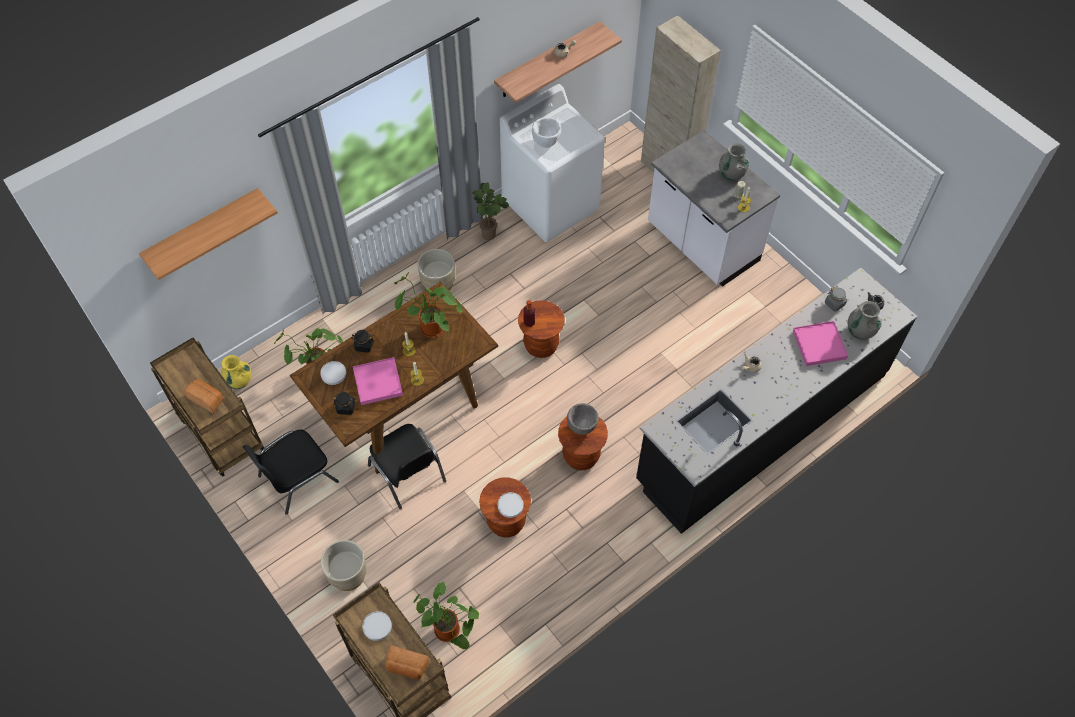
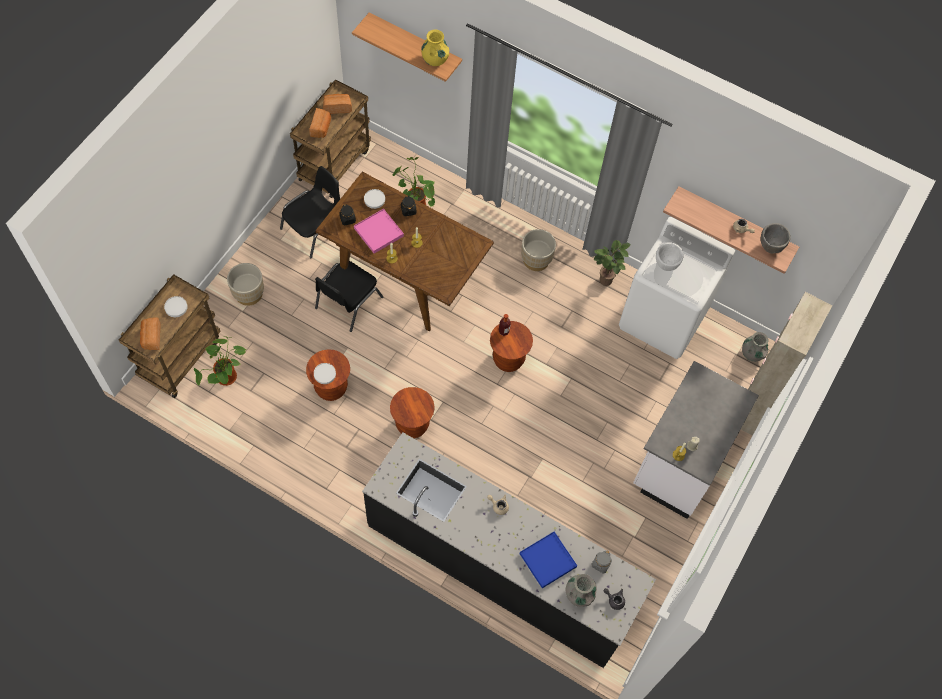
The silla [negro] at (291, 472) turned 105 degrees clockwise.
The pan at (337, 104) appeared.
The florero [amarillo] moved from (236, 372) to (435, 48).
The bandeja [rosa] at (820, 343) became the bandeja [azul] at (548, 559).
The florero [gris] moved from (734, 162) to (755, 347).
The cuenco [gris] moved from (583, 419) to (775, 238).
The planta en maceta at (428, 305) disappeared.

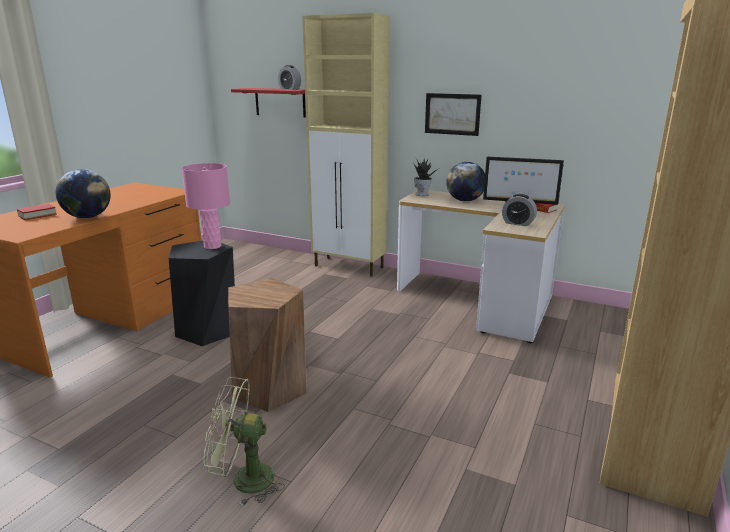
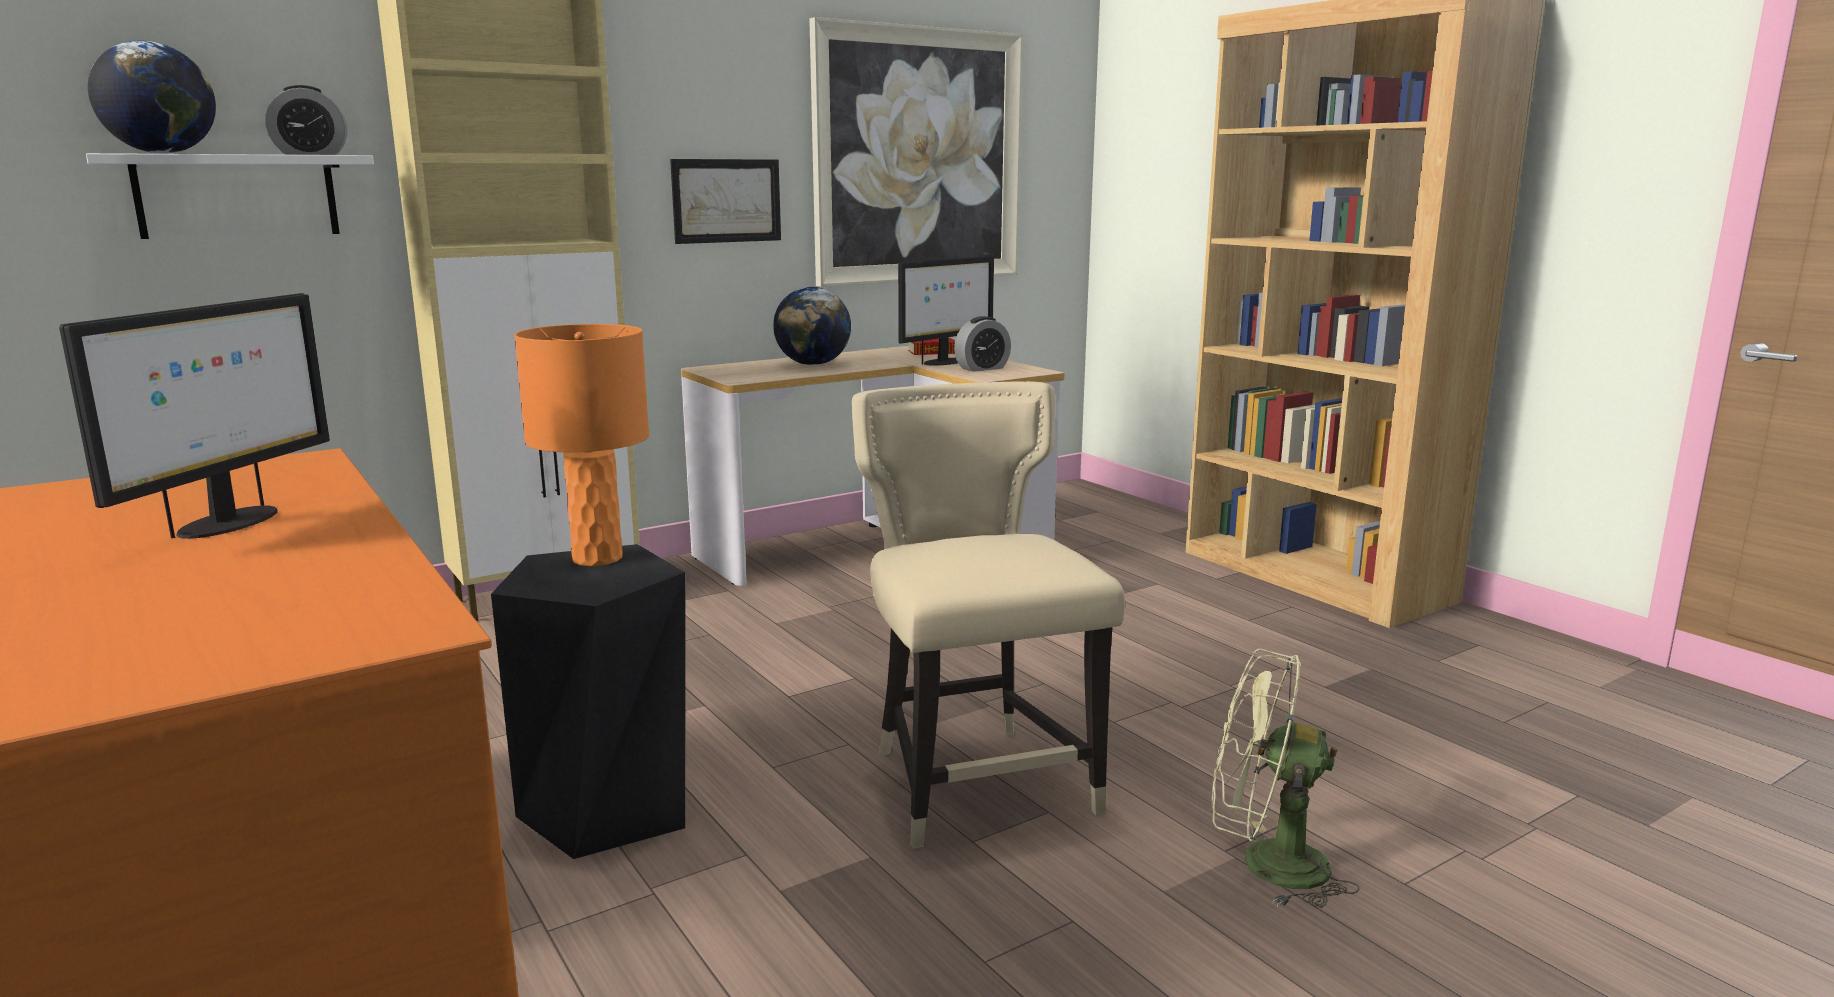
The monitor at (194, 416) appeared.
The estante [rojo] at (268, 103) became the estante [blanco] at (230, 196).
The globo terráqueo moved from (83, 193) to (152, 97).
The lámpara de mesa [rosa] at (206, 206) became the lámpara de mesa [naranja] at (581, 445).
The cuadro at (916, 152) appeared.
The taburete [marrón] at (267, 345) was replaced by the silla [beis] at (988, 615).
The ventilador [verde] at (244, 441) turned 75 degrees clockwise.
The libro at (37, 212) disappeared.
The planta en maceta at (425, 176) disappeared.

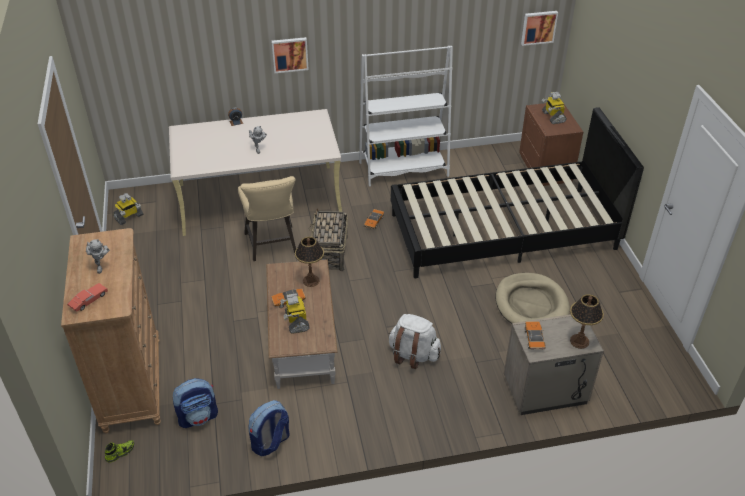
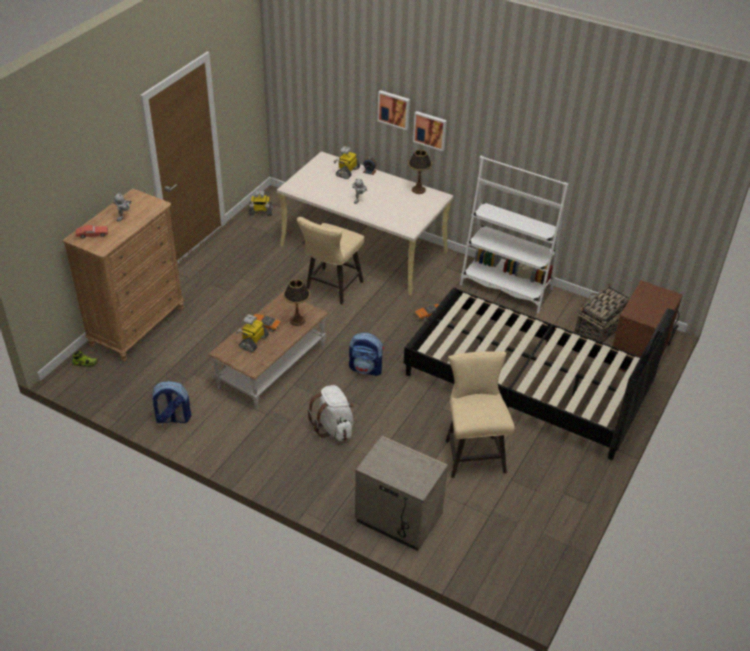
The robot de juguete moved from (554, 108) to (347, 162).
The mochila moved from (195, 403) to (366, 354).
The cuadro moved from (539, 28) to (393, 110).
The lámpara de mesa moved from (587, 321) to (420, 172).
The cama para perro [beis] at (532, 298) was replaced by the taburete [beis] at (480, 414).
The cesta moved from (328, 240) to (602, 313).
The coche de juguete at (535, 335) disappeared.

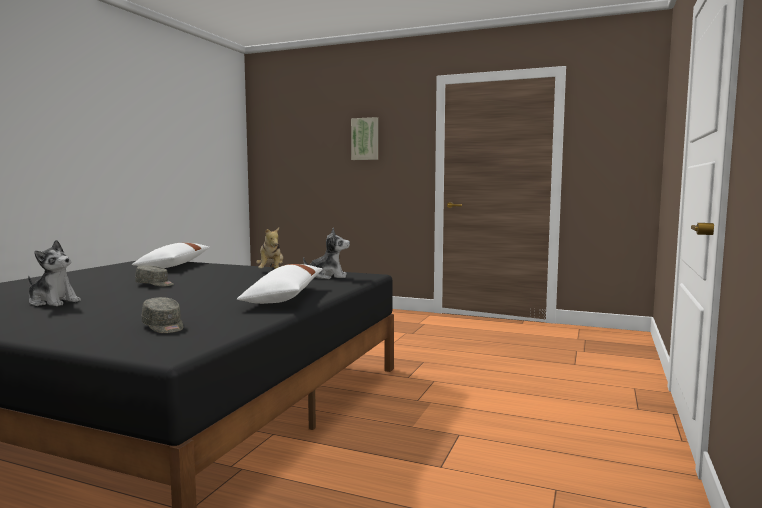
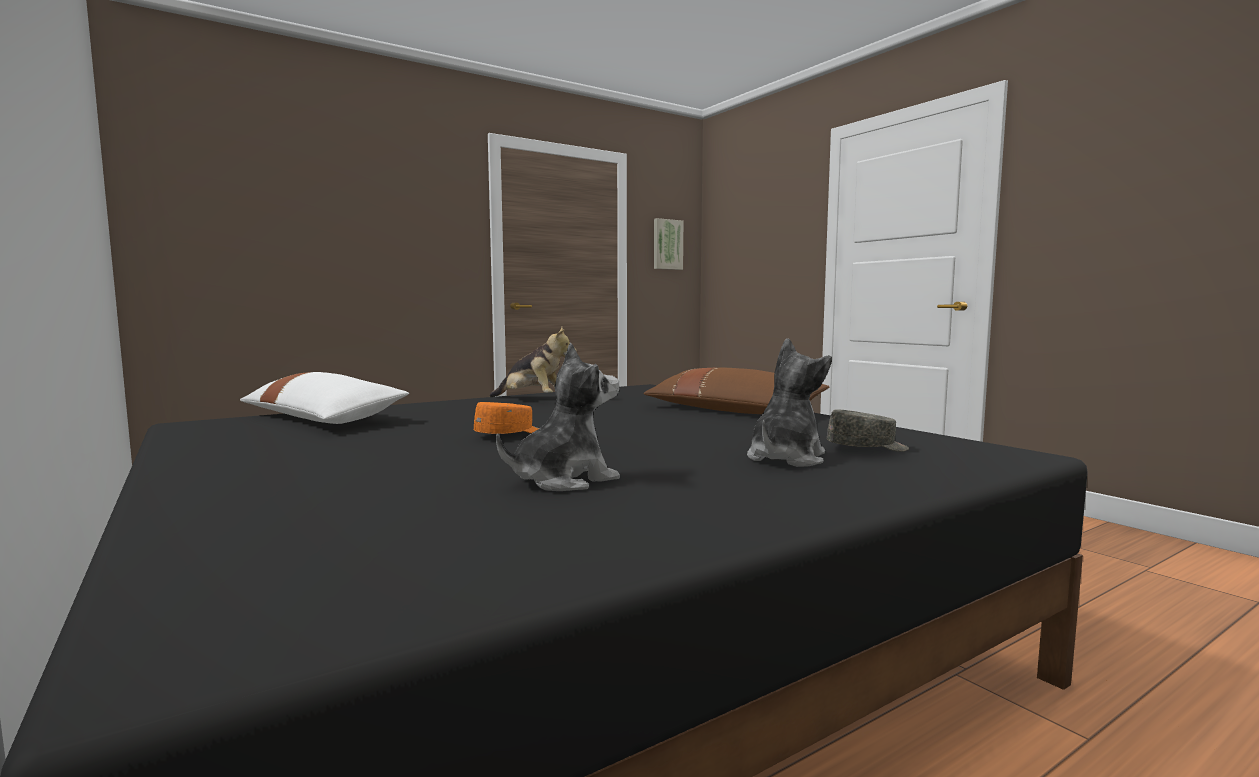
The gorra [gris] at (154, 276) became the gorra [naranja] at (506, 418).
The cojín [blanco] at (280, 284) became the cojín [marrón] at (736, 390).
The cuadro moved from (364, 138) to (668, 244).
The peluche moved from (326, 253) to (789, 402).

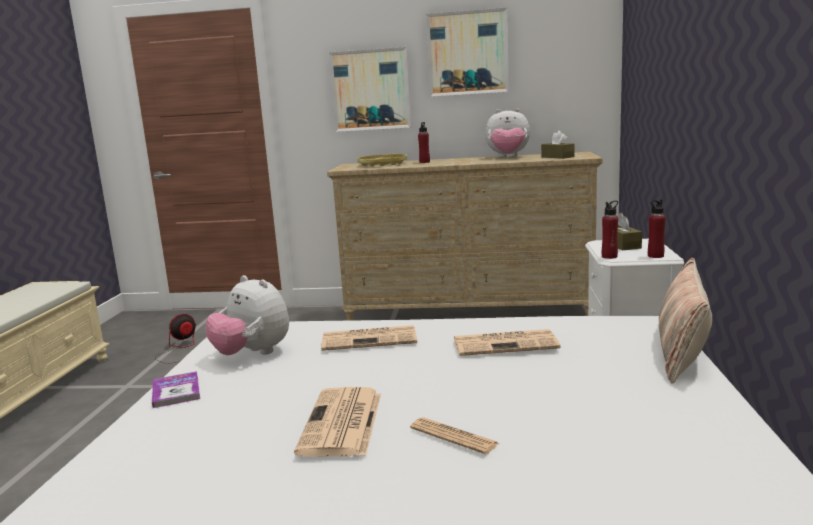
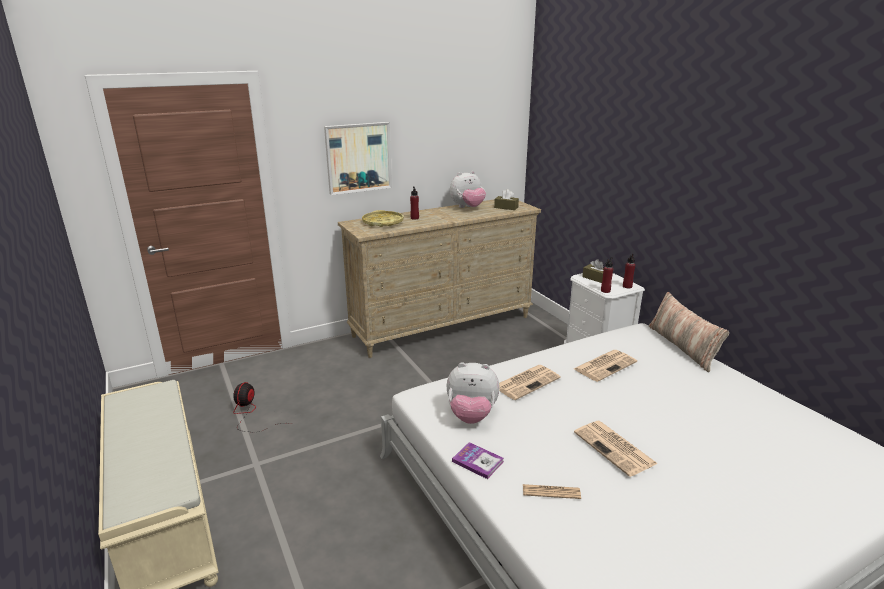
The periódico moved from (454, 435) to (552, 491).
The cuadro at (467, 52) disappeared.

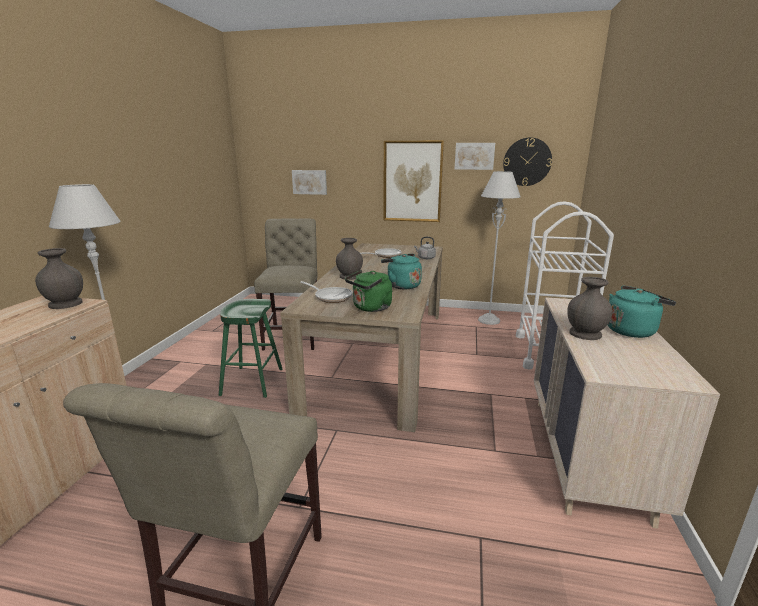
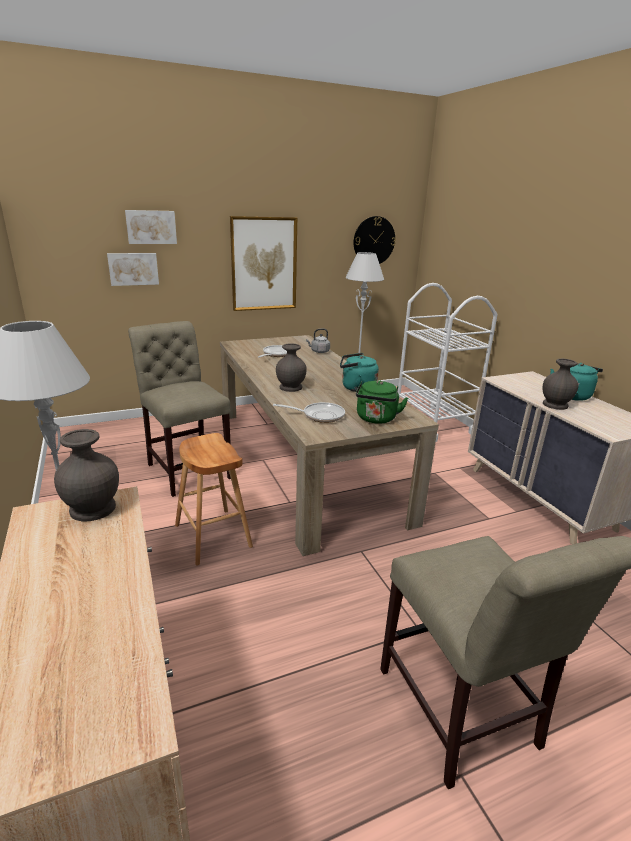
The cuadro moved from (475, 156) to (151, 227).
The taburete [verde] at (250, 348) became the taburete [marrón] at (214, 499).

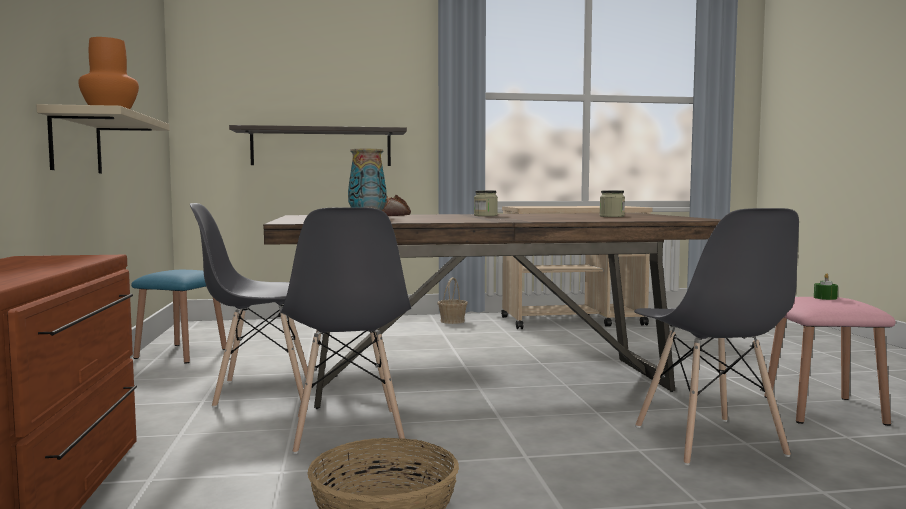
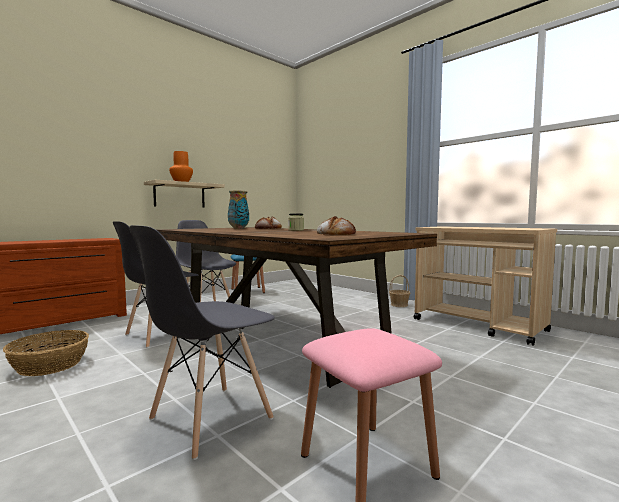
The tarro at (612, 203) was replaced by the pan at (336, 225).
The estante at (318, 145) disappeared.
The vela [verde] at (826, 286) disappeared.

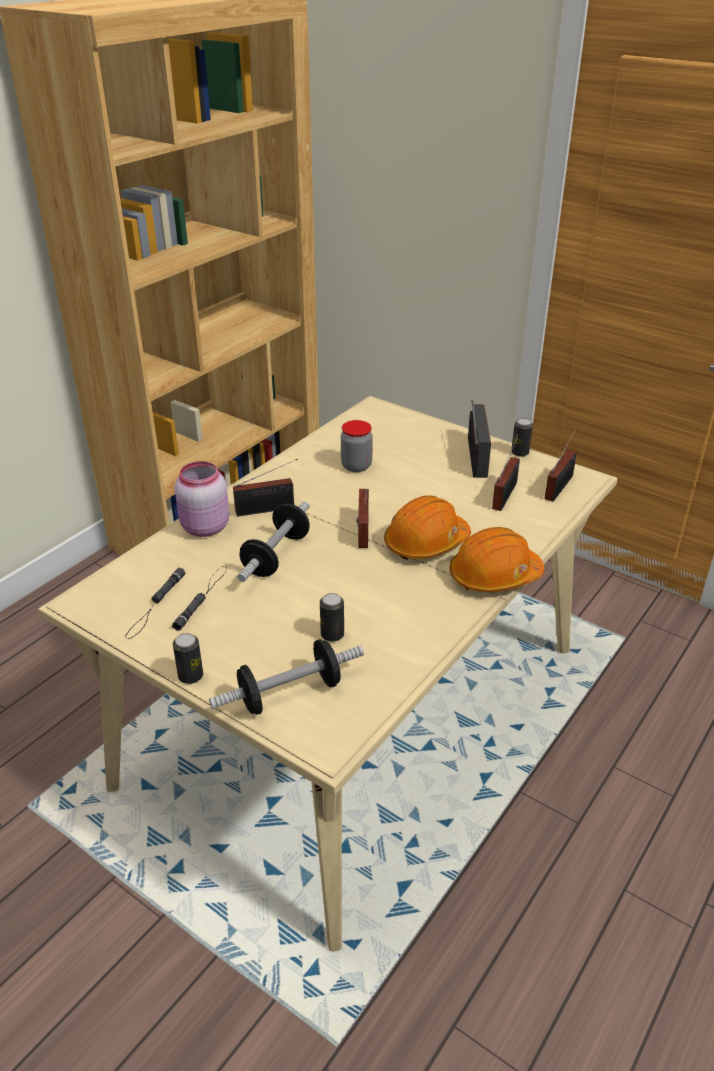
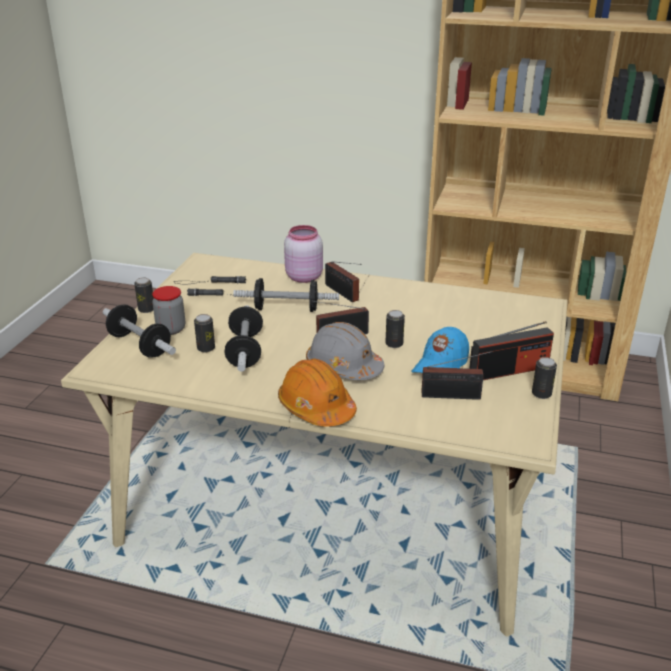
The tarro moved from (357, 446) to (168, 310).
The mancuerna at (243, 338) appeared.
The casco [naranja] at (427, 527) became the casco [gris] at (345, 351).
The lata at (395, 329) appeared.
The gorra [azul] at (440, 350) appeared.
The radio at (561, 465) disappeared.

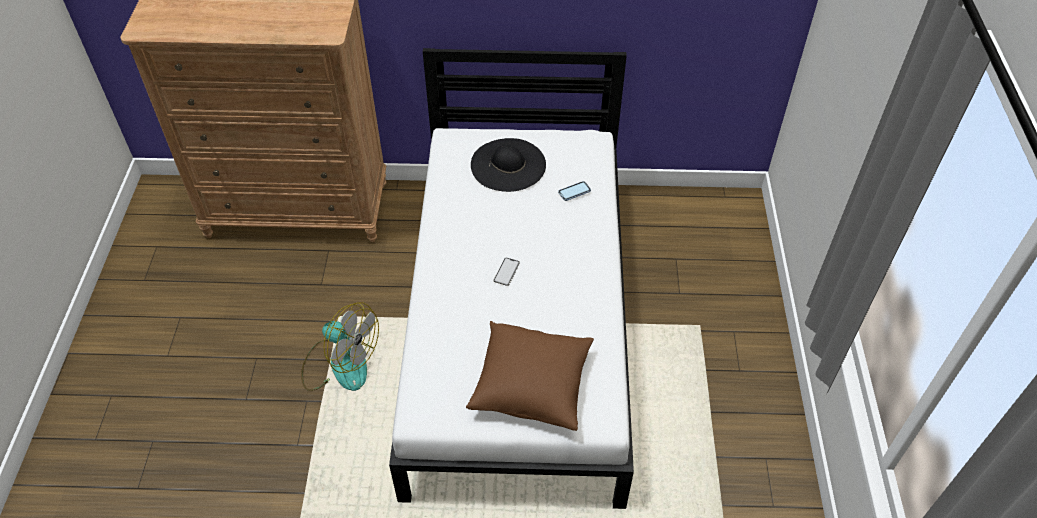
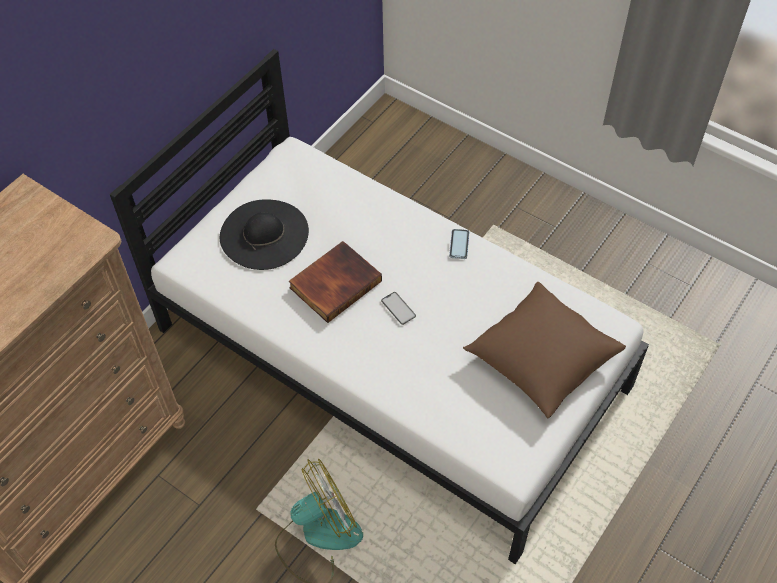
The libro at (335, 282) appeared.
The móvil moved from (574, 191) to (459, 244).

